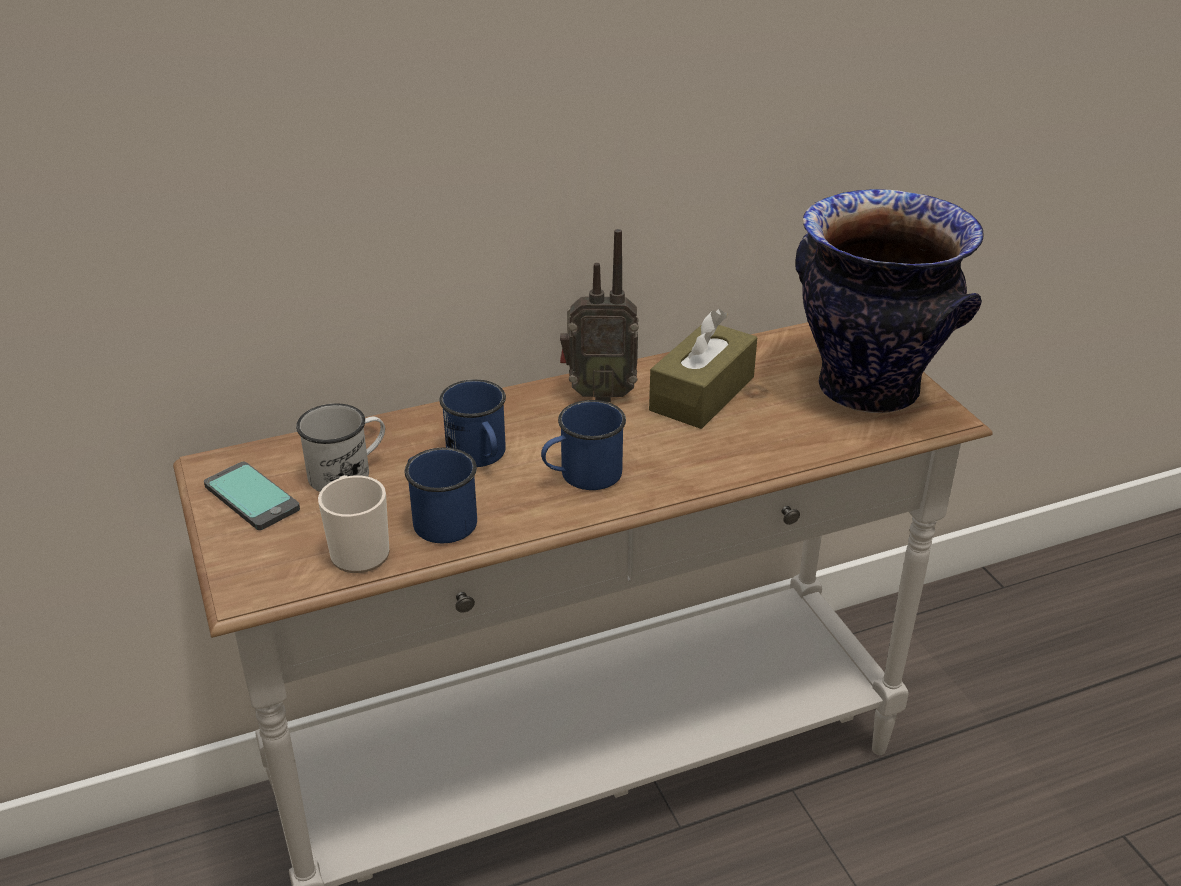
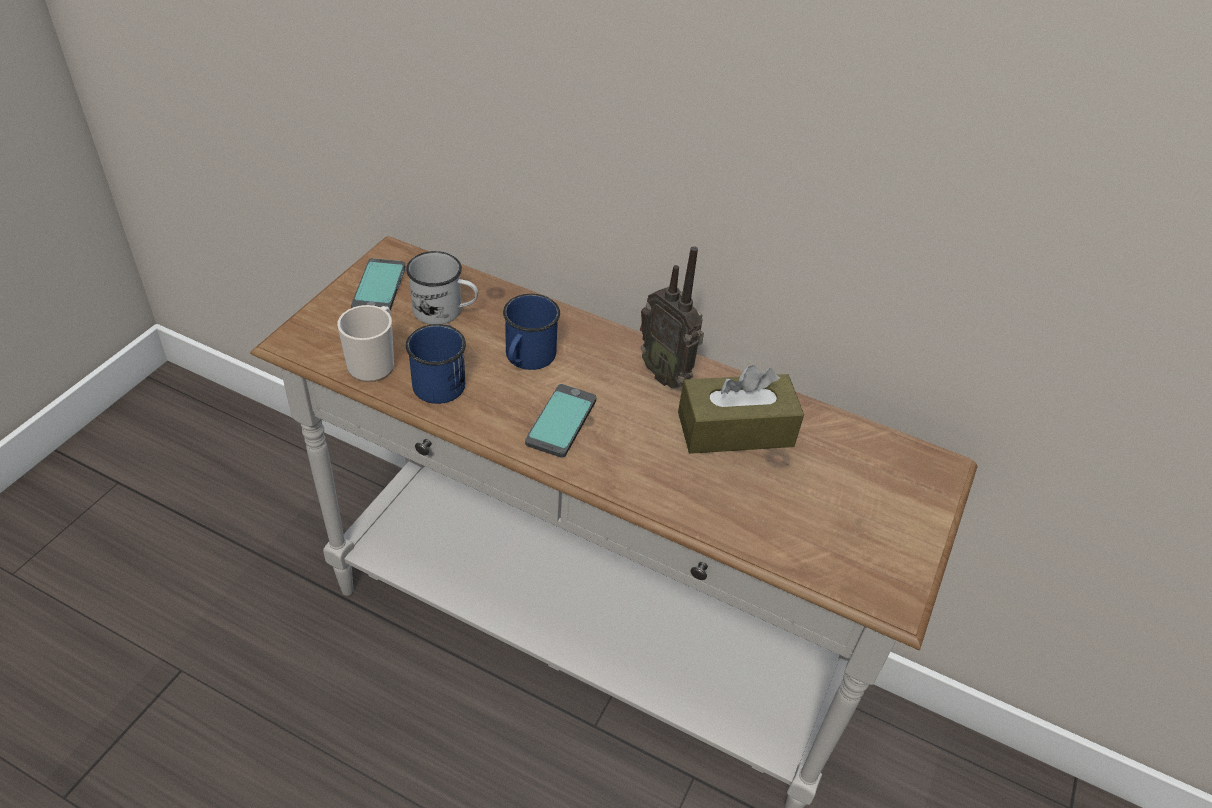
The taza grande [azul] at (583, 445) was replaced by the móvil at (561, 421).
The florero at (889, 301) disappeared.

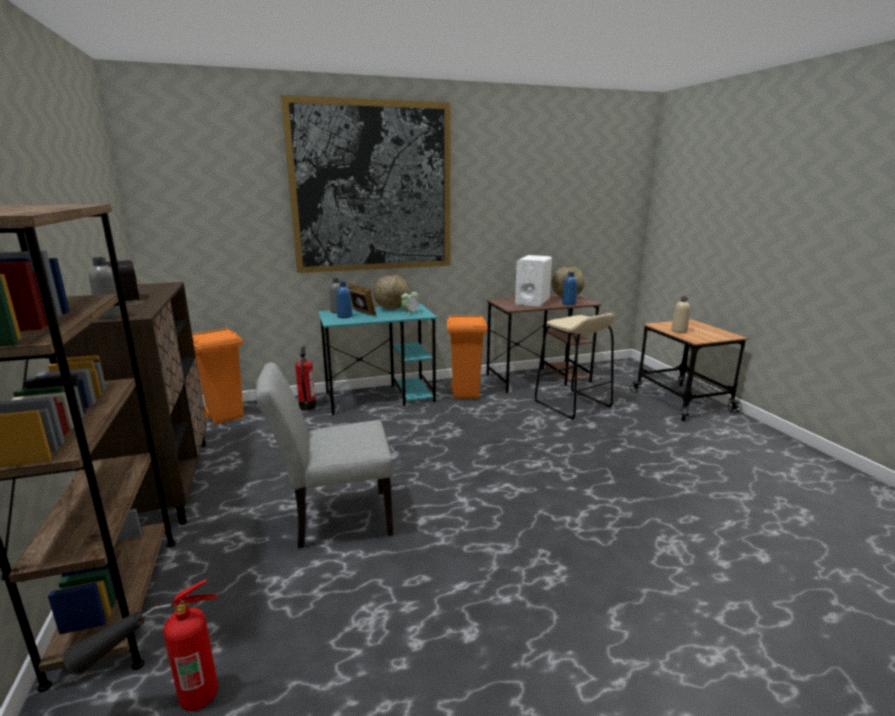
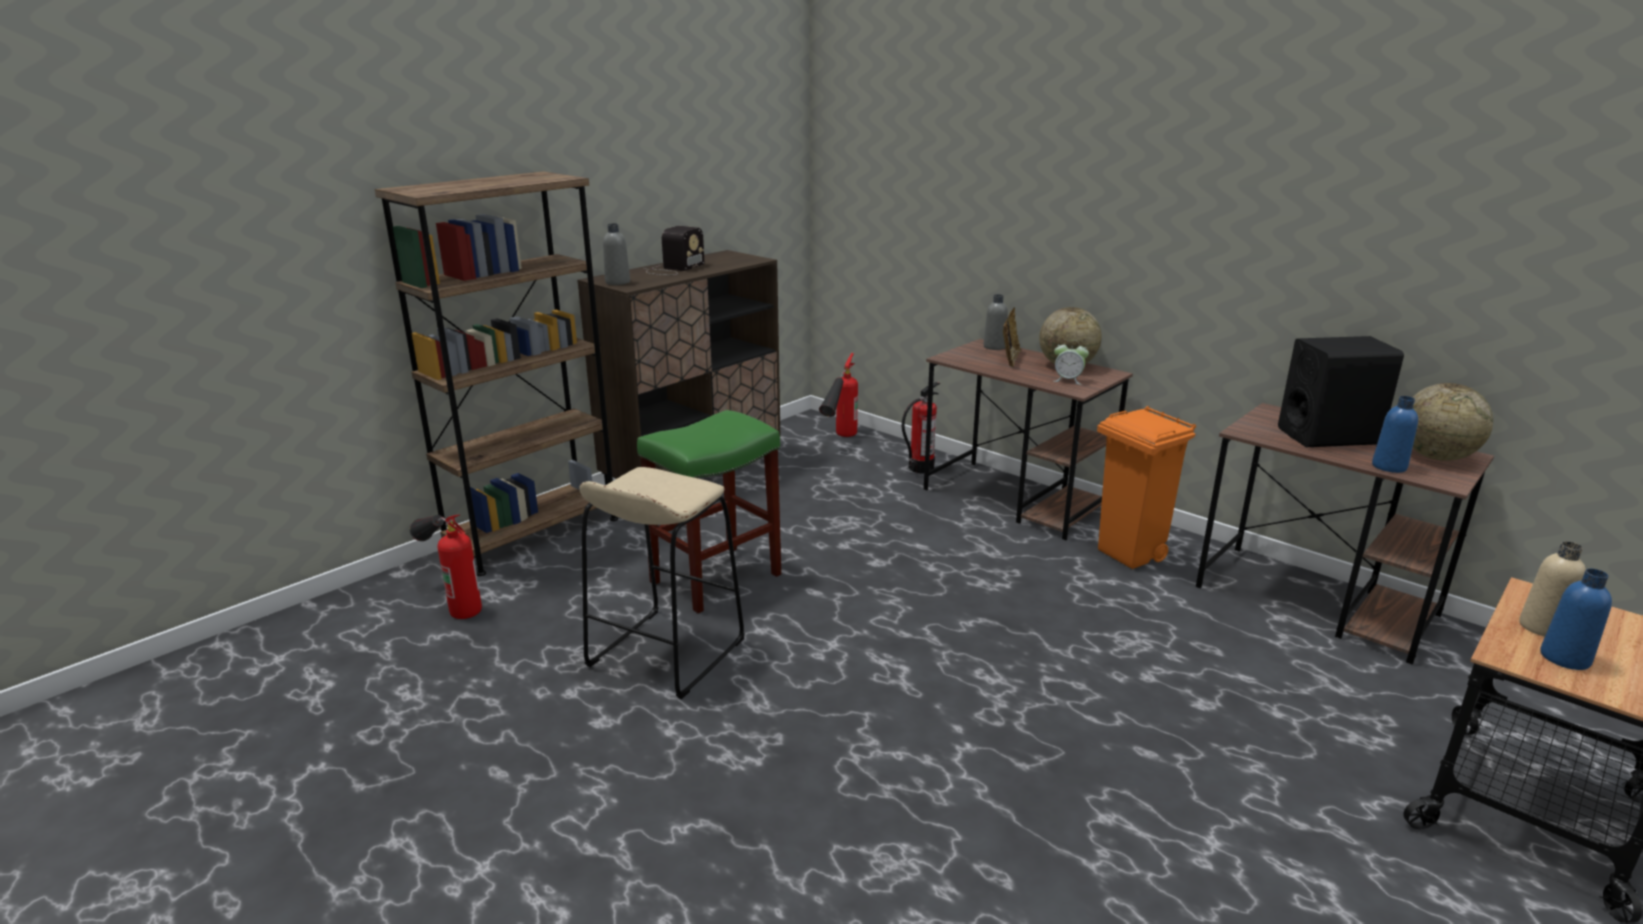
The taburete [beis] moved from (574, 366) to (662, 583).
The silla [gris] at (324, 455) was replaced by the taburete [verde] at (709, 511).
The papelera [naranja] at (218, 376) was replaced by the extintor at (838, 395).
The escritorio [turquesa] at (377, 359) became the escritorio [marrón] at (1028, 439).
The altavoz [blanco] at (533, 281) became the altavoz [negro] at (1341, 391).
The botella [azul] moved from (345, 300) to (1576, 619).
The cuadro at (366, 184) disappeared.

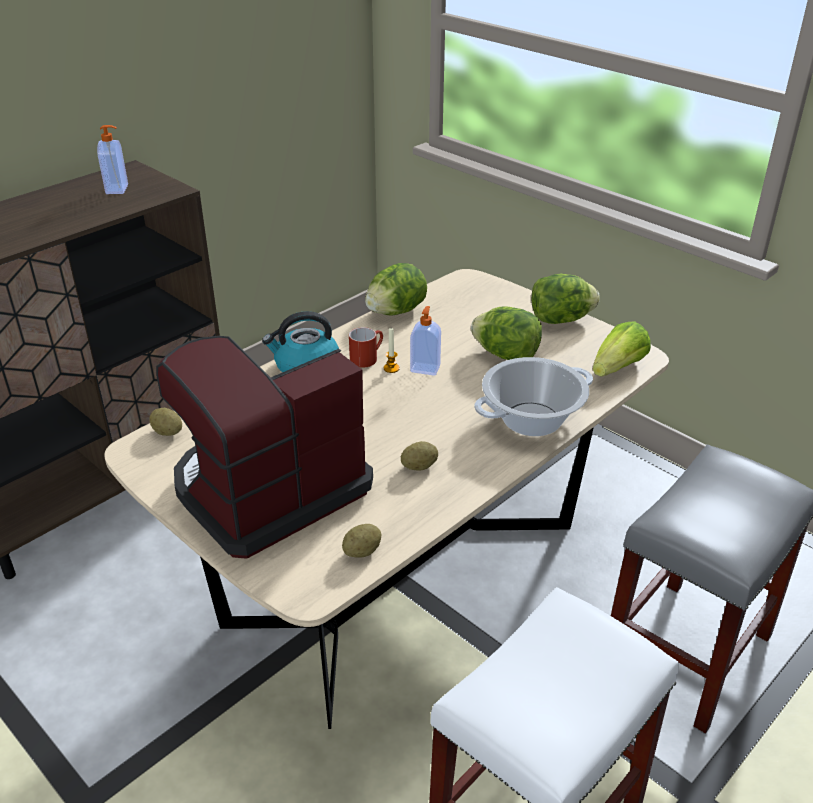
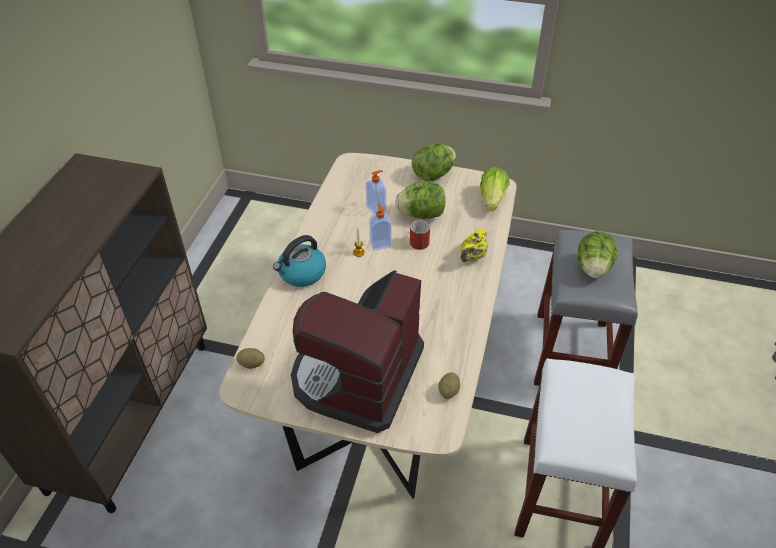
The dispensador de jabón moved from (112, 159) to (376, 192).
The taza grande [rojo] moved from (366, 347) to (420, 234).
The olla at (533, 396) was replaced by the tetera [amarillo] at (474, 245).
The lechuga moved from (396, 289) to (597, 254).
The patata at (419, 456) disappeared.

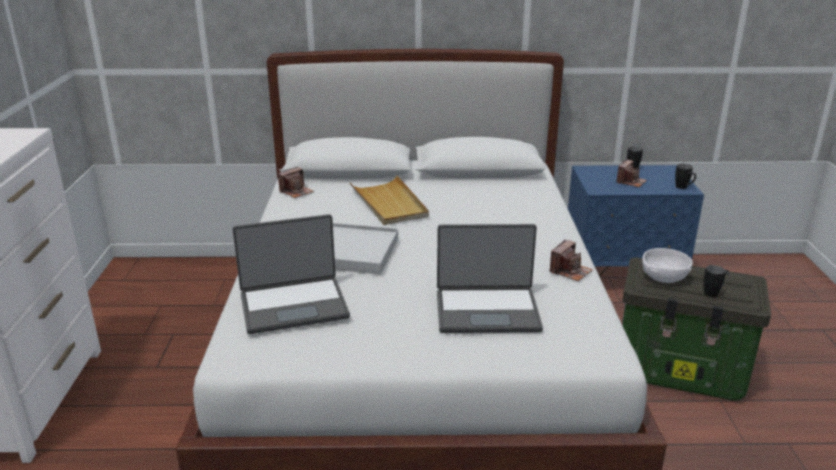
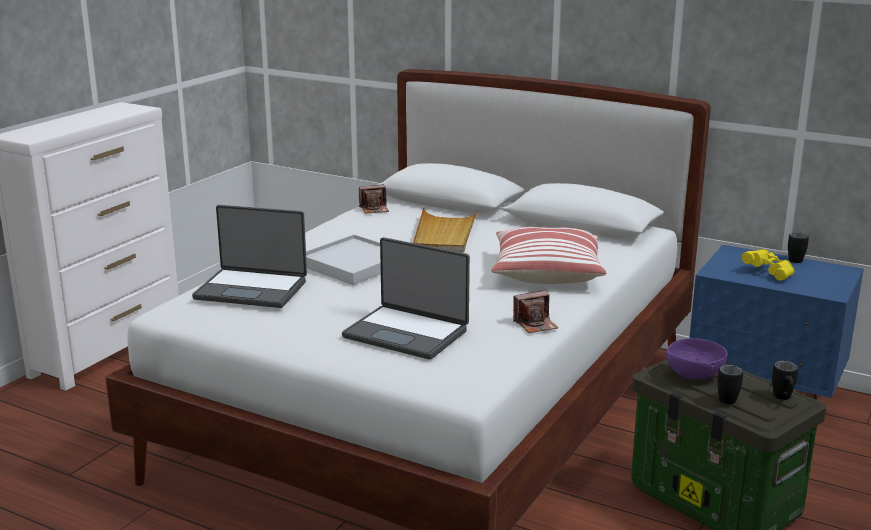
The cojín at (548, 255) appeared.
The cuenco [blanco] at (667, 265) became the cuenco [morado] at (697, 358).
The cámara at (631, 173) was replaced by the prismáticos [amarillo] at (768, 265).
The taza grande [negro] moved from (685, 176) to (785, 380).

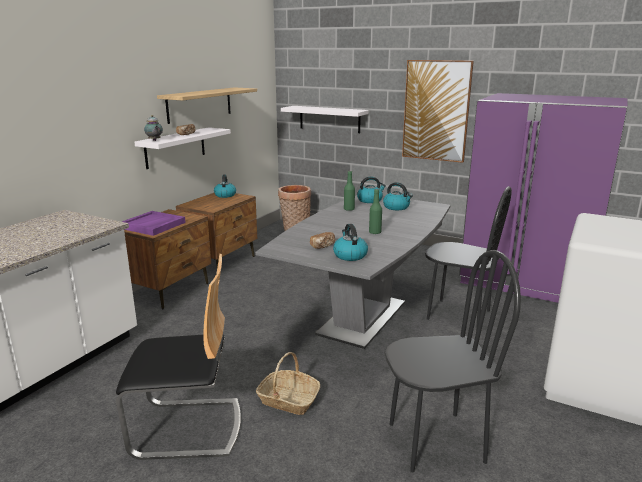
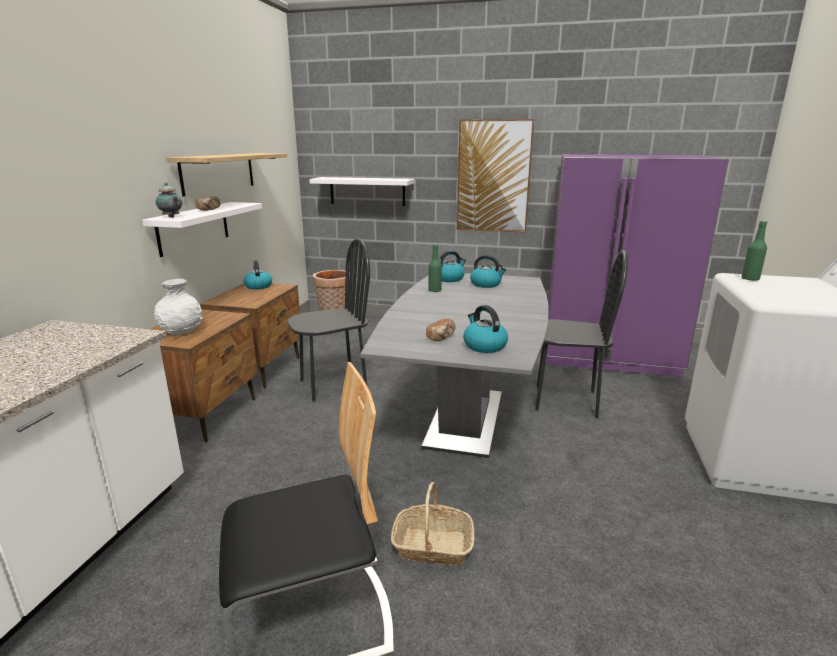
The bandeja [morado] at (154, 223) was replaced by the florero [blanco] at (178, 307).
The silla [negro] moved from (452, 361) to (328, 320).
The botella [verde] moved from (375, 211) to (754, 251).

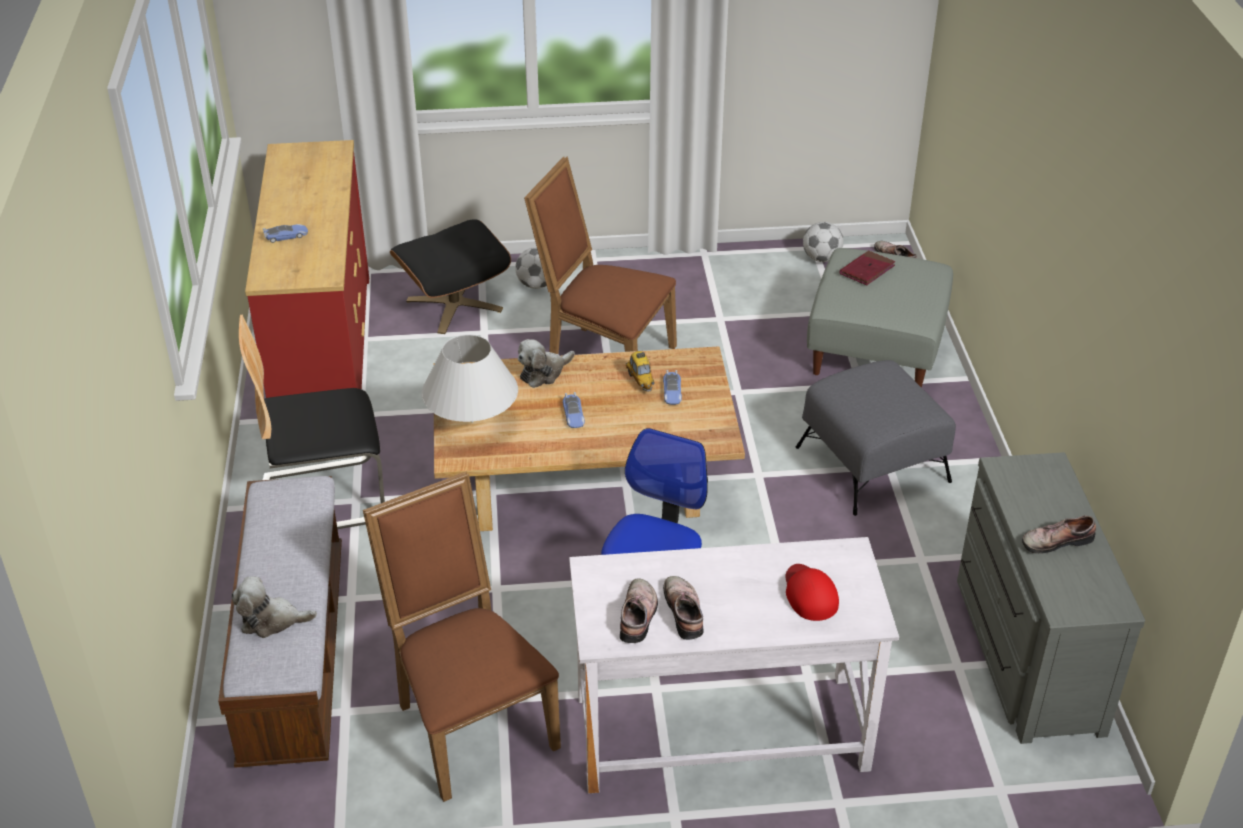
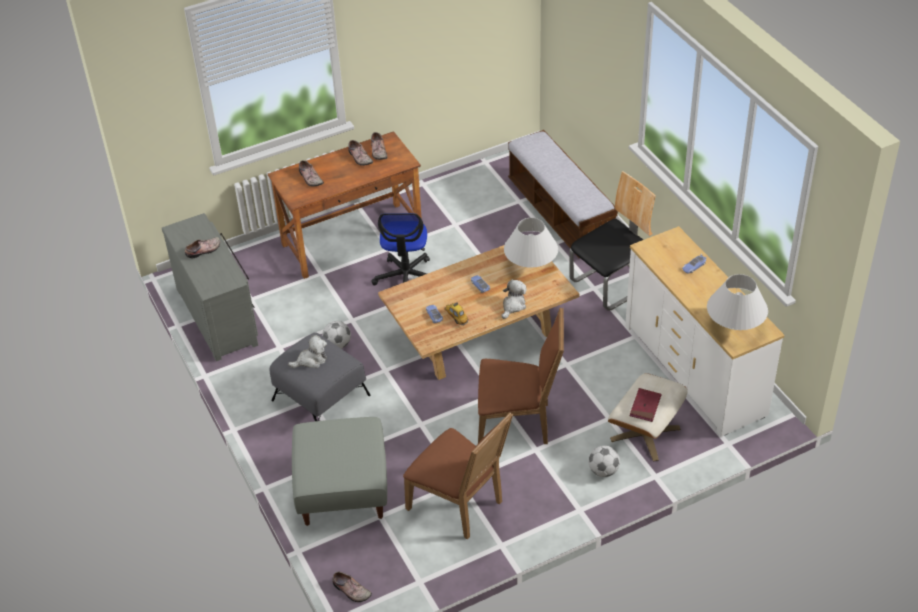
The escritorio [blanco] at (734, 665) became the escritorio [marrón] at (345, 205).
The peluche moved from (274, 607) to (307, 352).
The gorra [rojo] at (812, 592) was replaced by the zapato at (311, 173).
The balón de fútbol moved from (823, 242) to (336, 335).
The silla [marrón] moved from (462, 637) to (458, 475).
The puf [negro] at (450, 276) became the puf [beis] at (647, 417).
The cómoda [rojo] at (307, 269) became the cómoda [blanco] at (704, 331).
The libro [rojo] moved from (867, 268) to (646, 405).
The lámpara de mesa [blanco] at (737, 302) appeared.

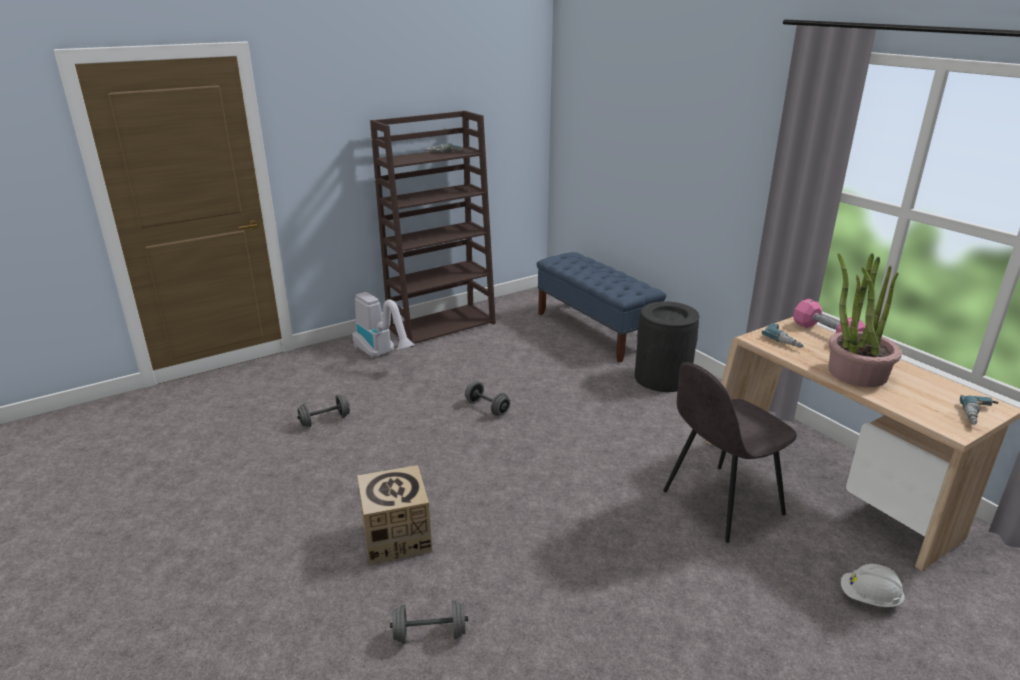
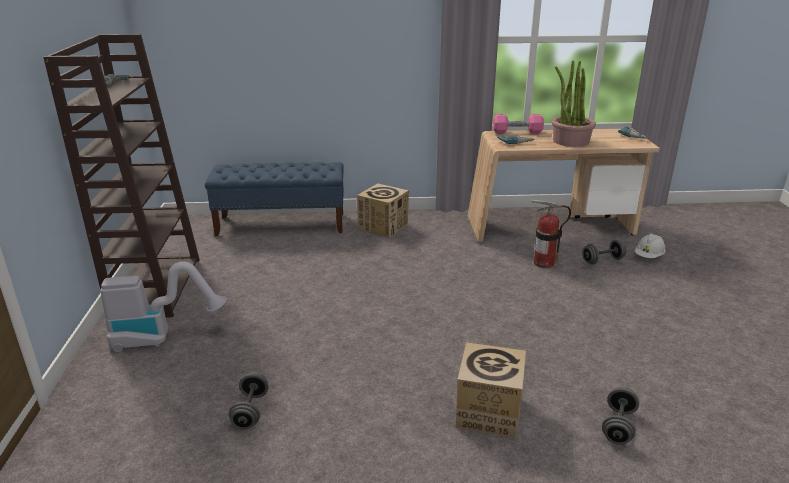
The papelera [negro] at (667, 346) was replaced by the caja de cartón at (383, 210).
The silla [gris] at (730, 452) was replaced by the extintor at (551, 234).
The mancuerna [gris] moved from (487, 398) to (604, 252).

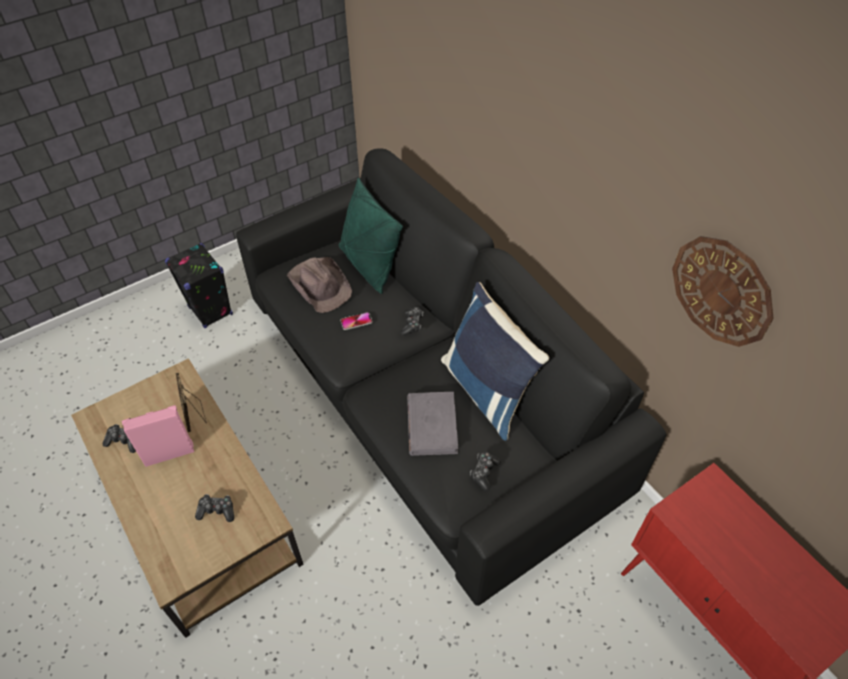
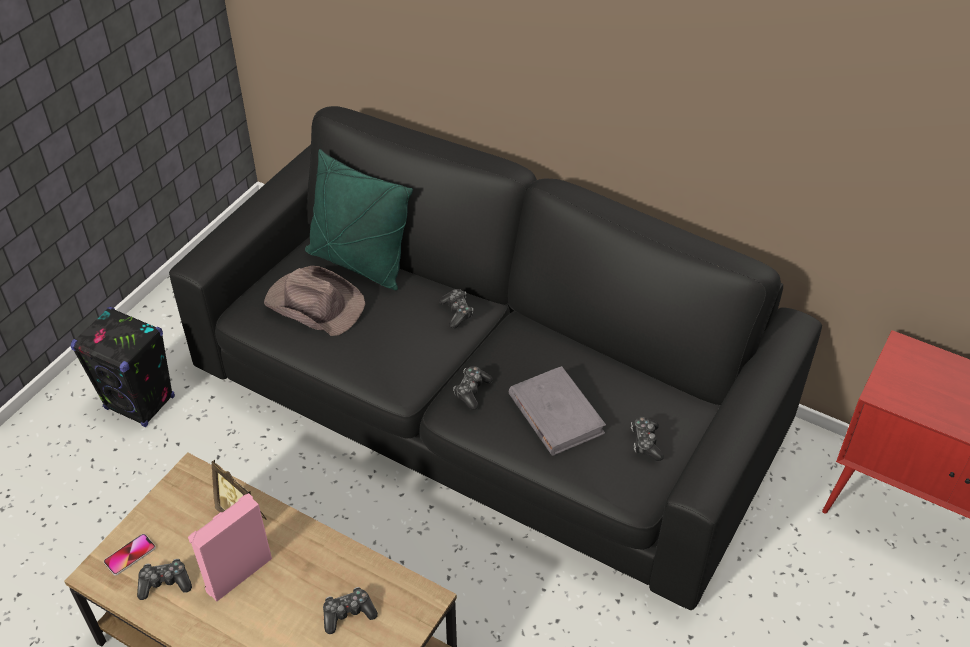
The móvil moved from (356, 321) to (130, 554).
The mando de consola at (473, 388) appeared.
The cojín [azul] at (495, 361) disappeared.
The reloj de pared at (723, 291) disappeared.

